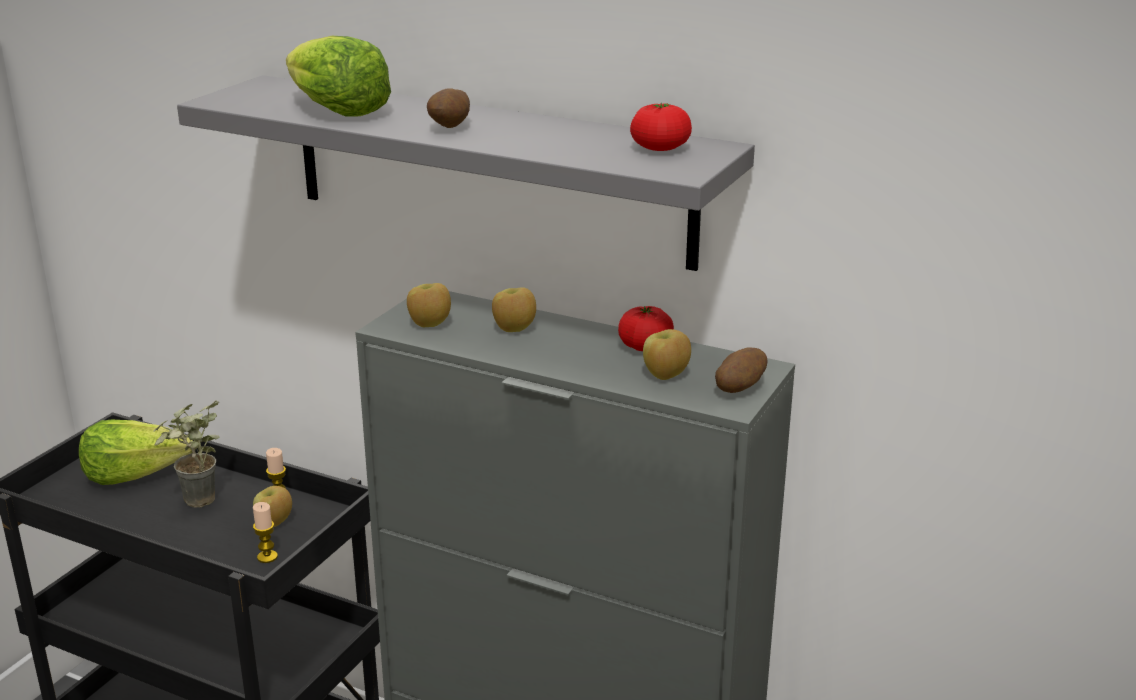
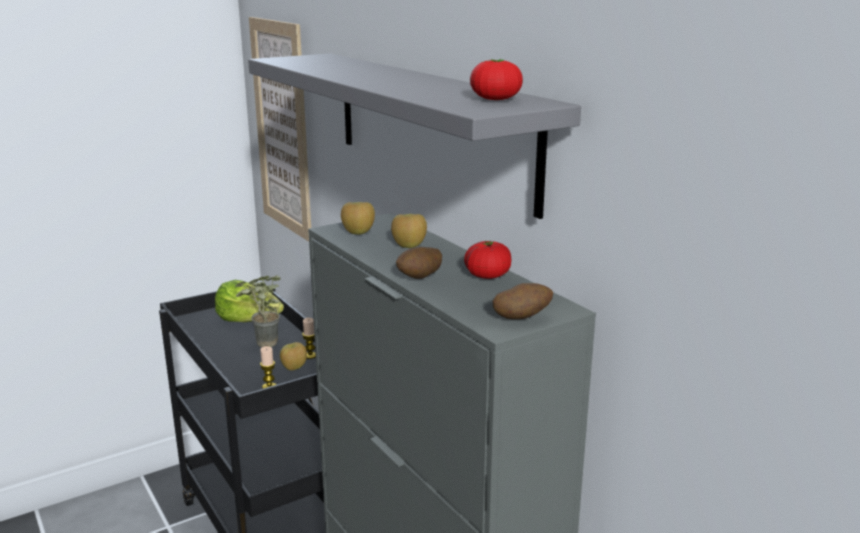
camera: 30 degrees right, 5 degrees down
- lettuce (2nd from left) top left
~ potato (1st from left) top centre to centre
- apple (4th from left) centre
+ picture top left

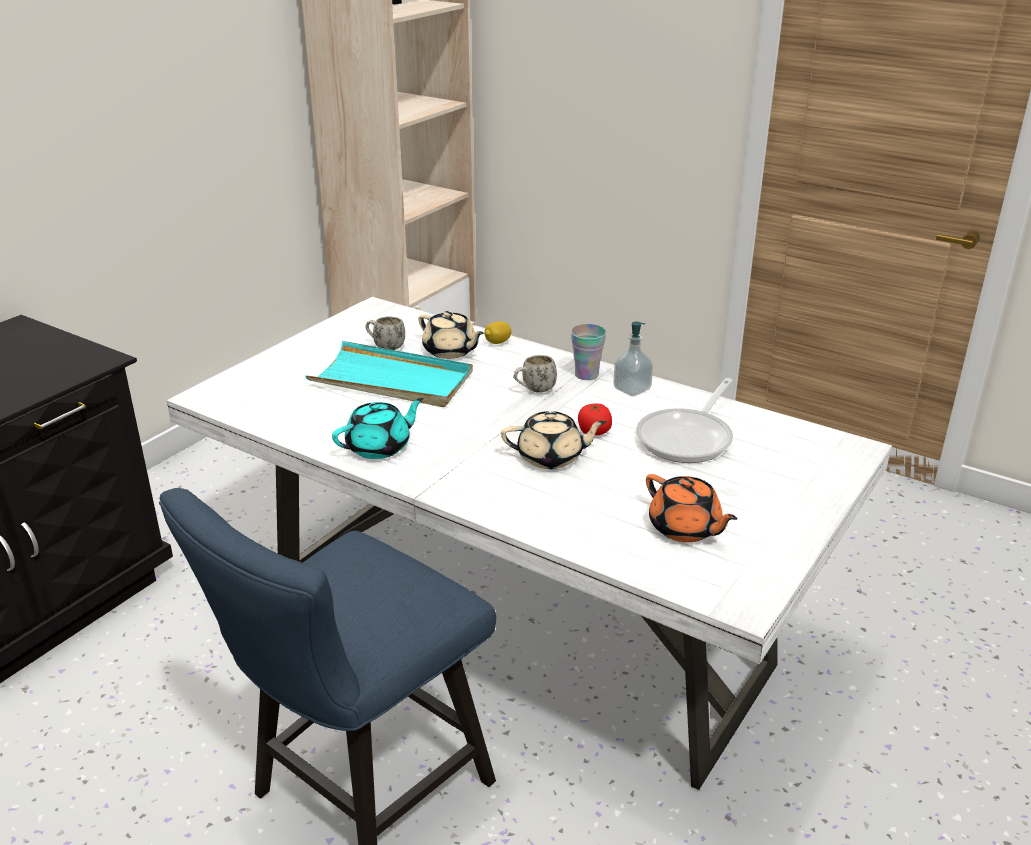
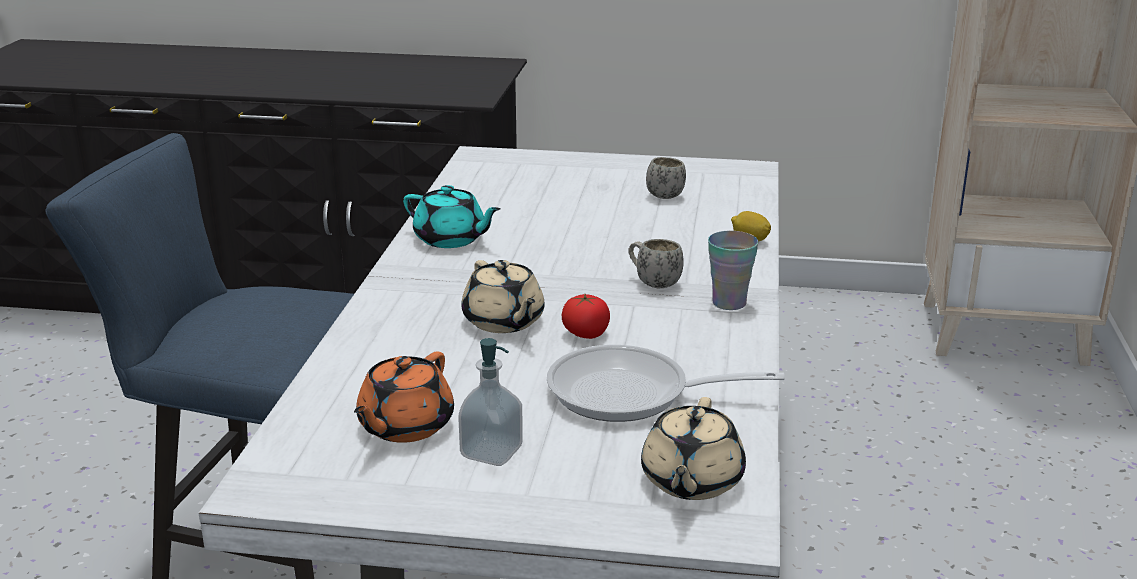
camera: 65 degrees right, 5 degrees down
- turquoise tray centre
~ beige teapot (1st from left in the first image) centre to beige teapot (2nd from left) bottom centre
~ soap dispenser centre to bottom centre

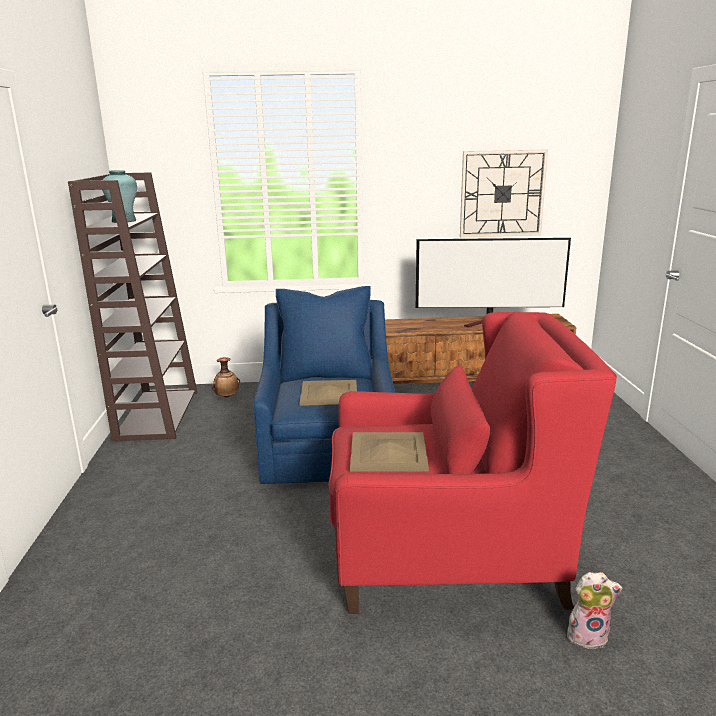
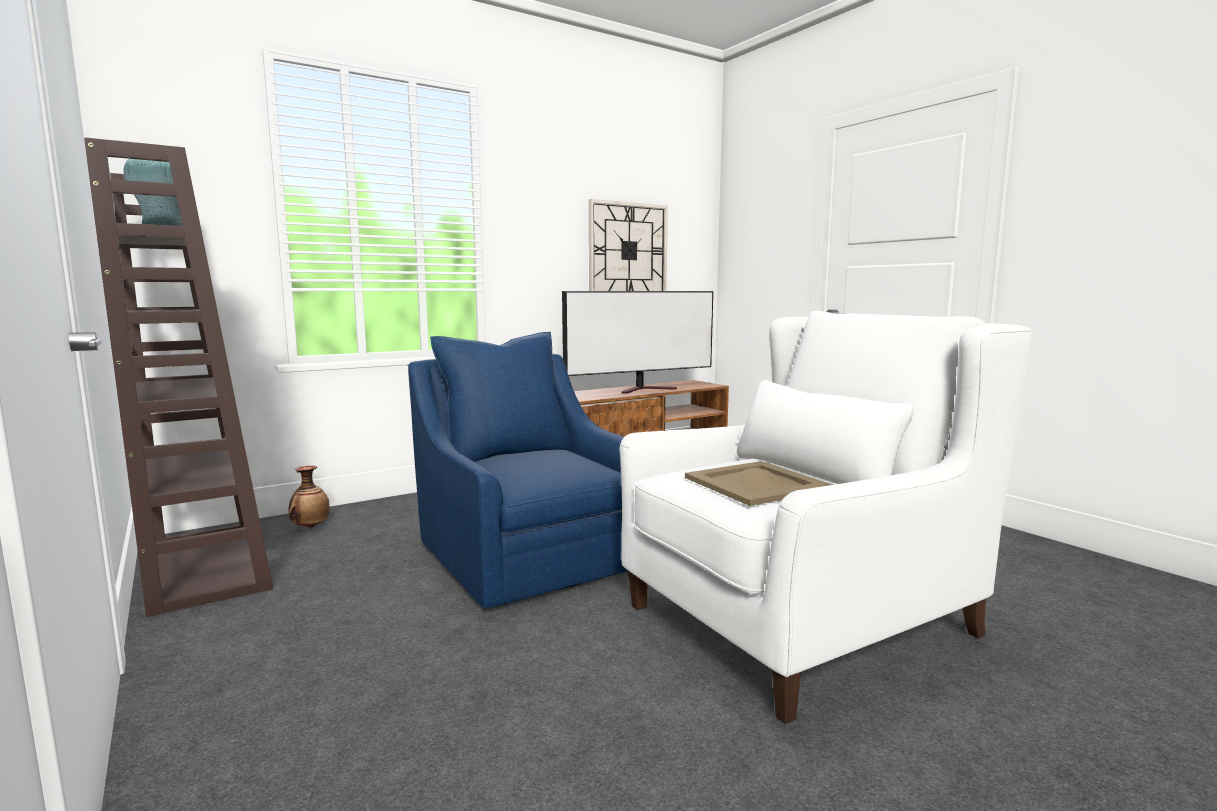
camera: 30 degrees left, 10 degrees down
- beige tray (1st from left) centre
~ red armchair centre to white armchair middle right
- plush toy bottom right

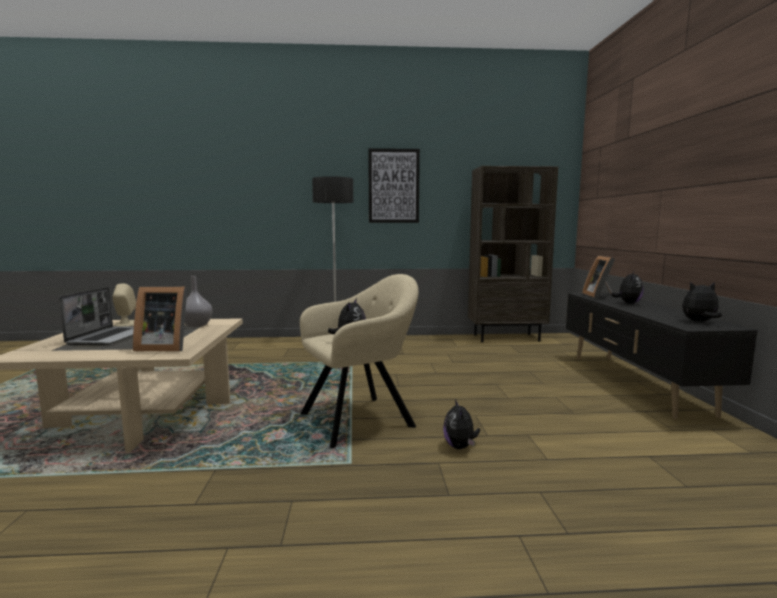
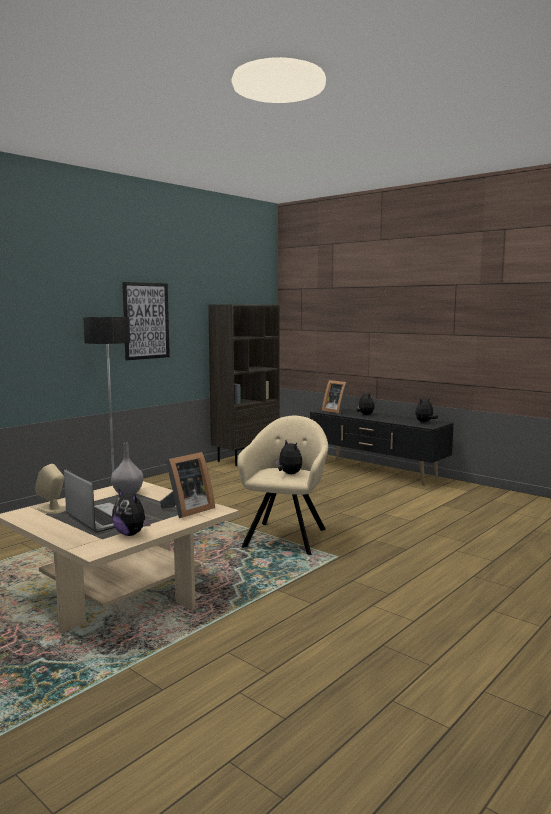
camera: 45 degrees left, 0 degrees up
~ plush toy (2nd from left in the first image) bottom centre to plush toy (1st from left) middle left

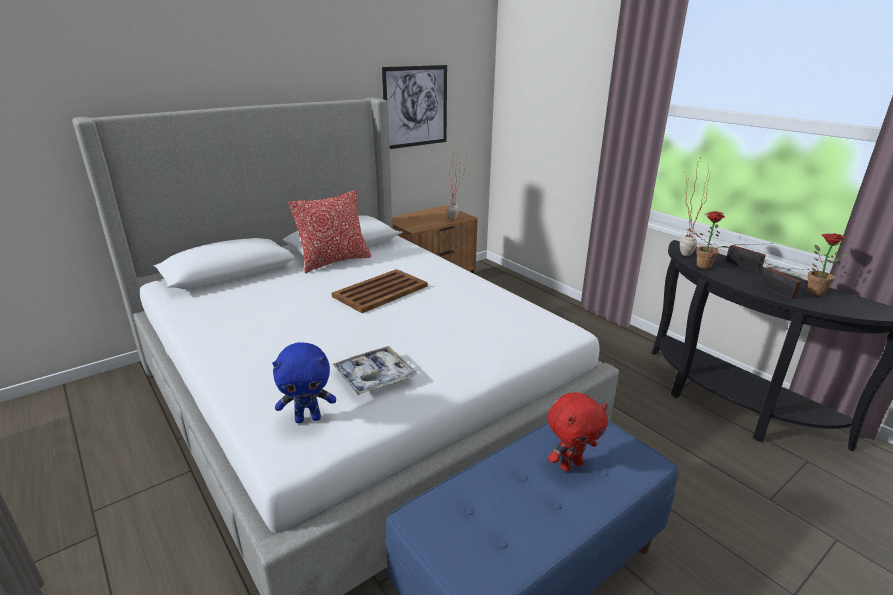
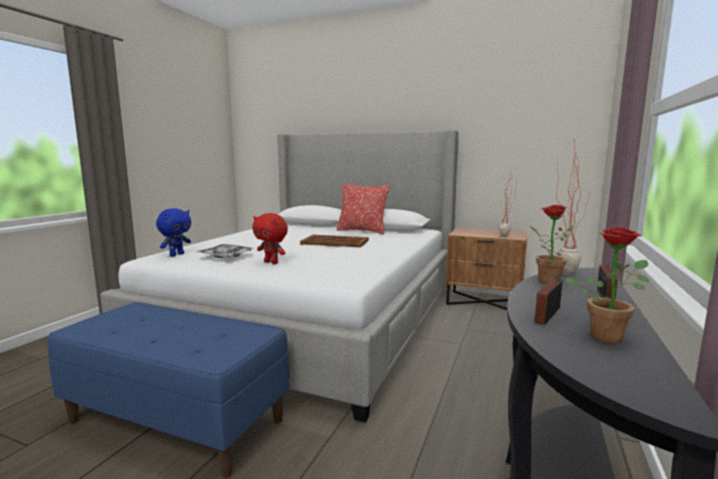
camera: 60 degrees right, 15 degrees down
~ blue plush toy centre = middle left 105 degrees counterclockwise
- picture top centre
~ red plush toy bottom centre to centre

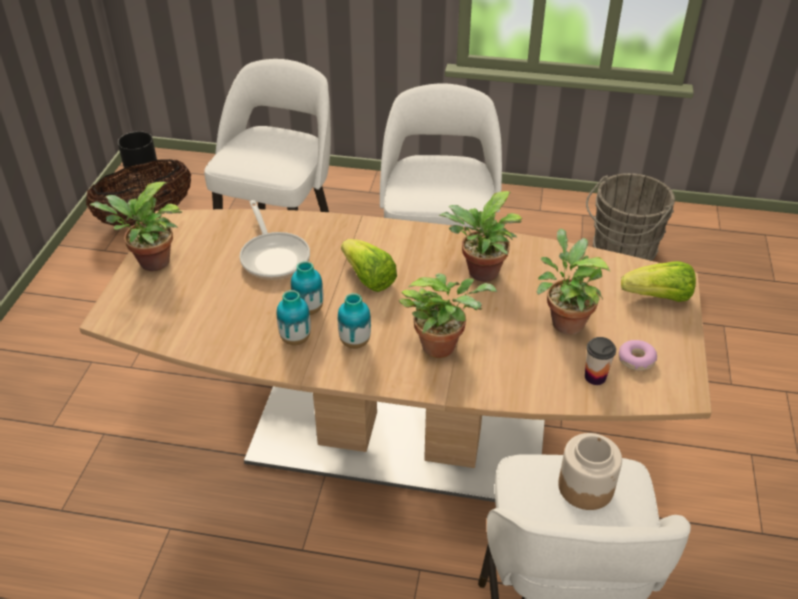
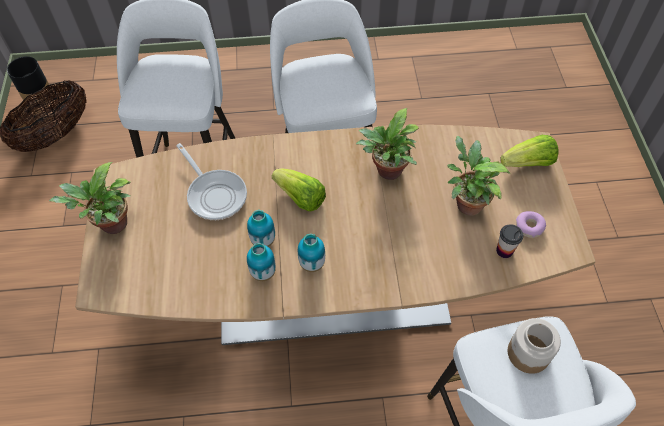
camera: 15 degrees left, 15 degrees up
- potted plant (2nd from left) centre
- grey bucket middle right

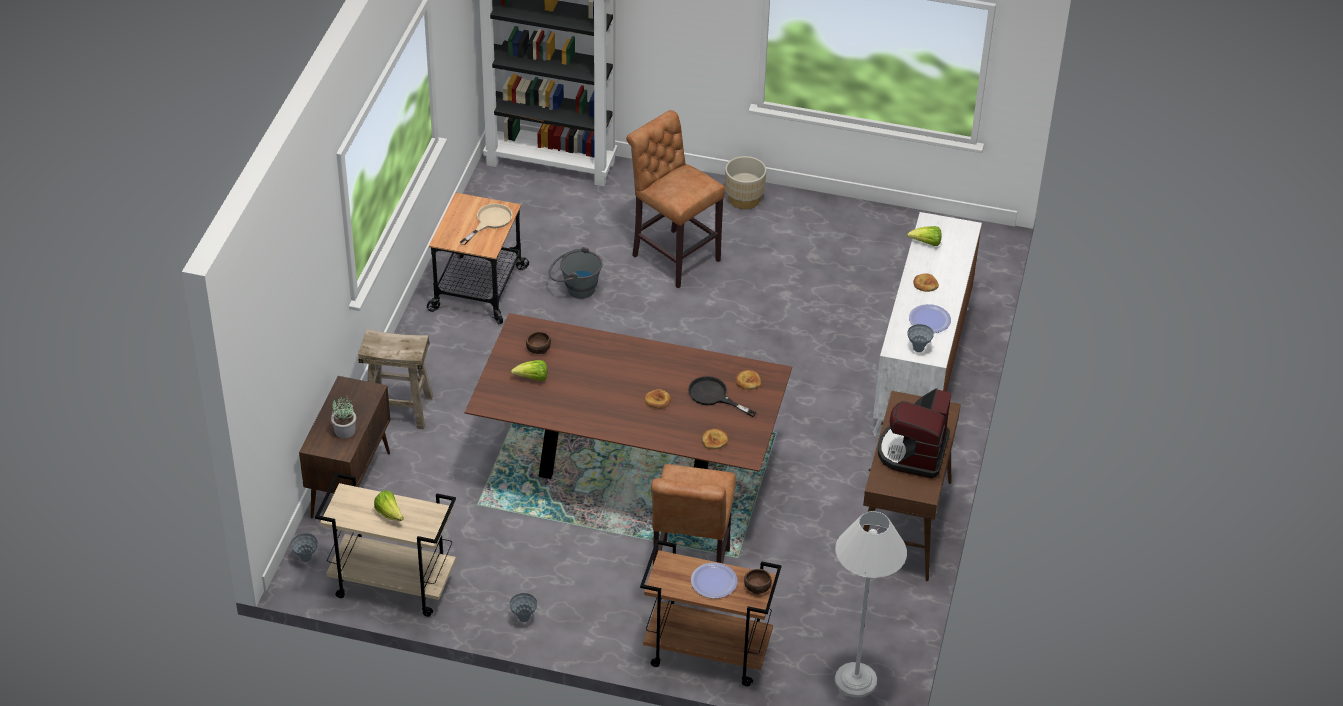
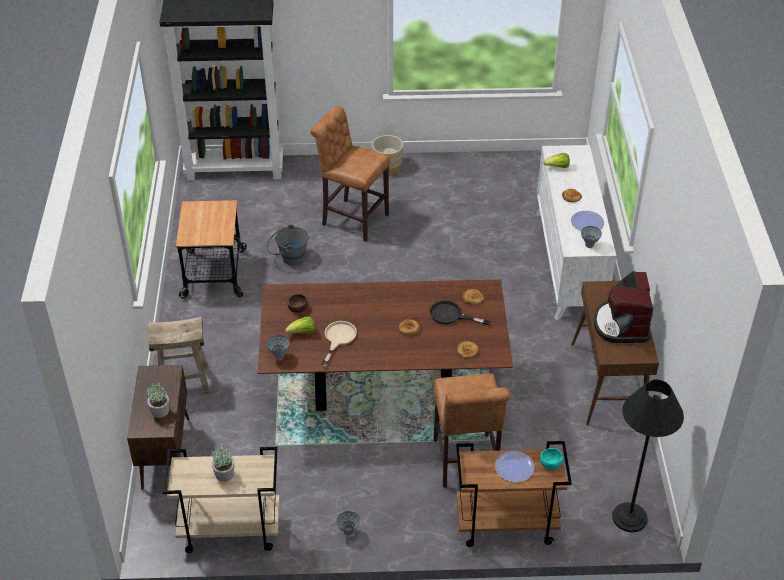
camera: 15 degrees left, 0 degrees up
~ grey vase (1st from left) bottom left to centre
~ lettuce (1st from left) bottom left to potted plant (2nd from left) bottom left
~ beige frying pan top centre to centre
~ brown bowl (2nd from left) bottom centre to turquoise bowl bottom right
~ white floor lamp bottom centre to black floor lamp bottom right

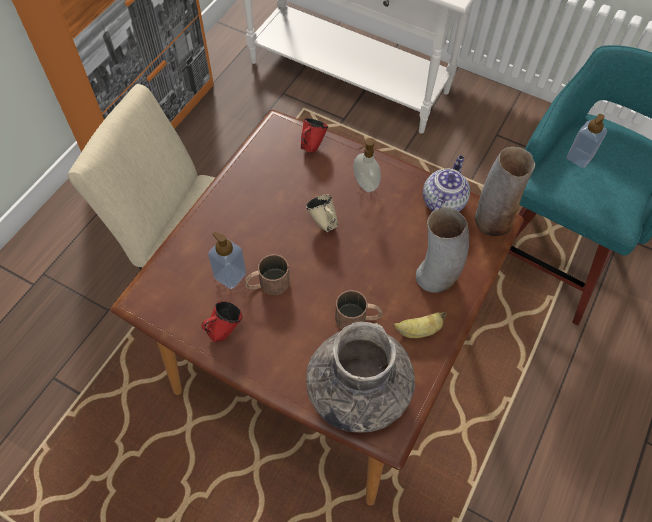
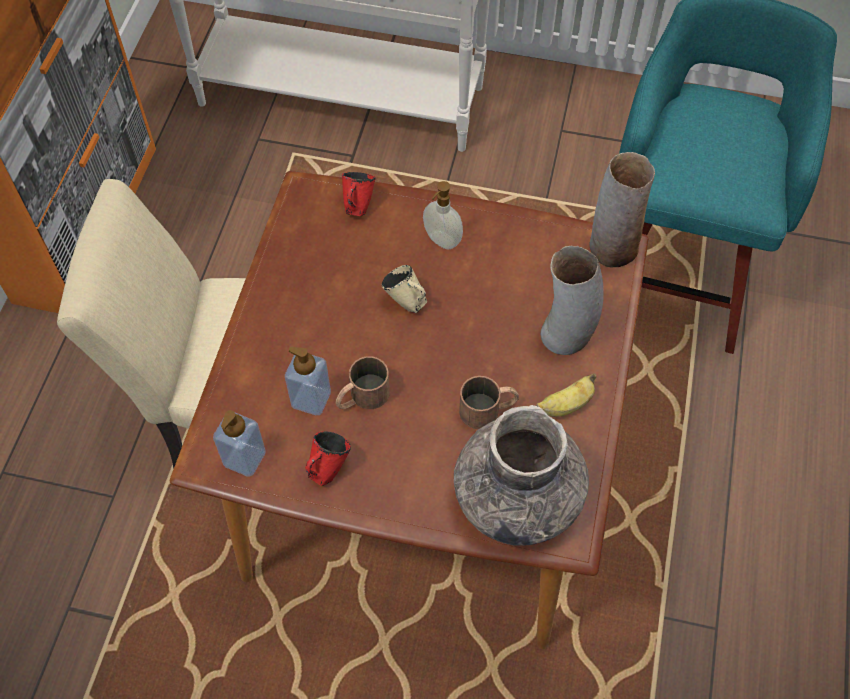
camera: 15 degrees left, 0 degrees up
- teapot middle right
~ soap dispenser (3rd from left in the first image) top right to soap dispenser (1st from left) middle left

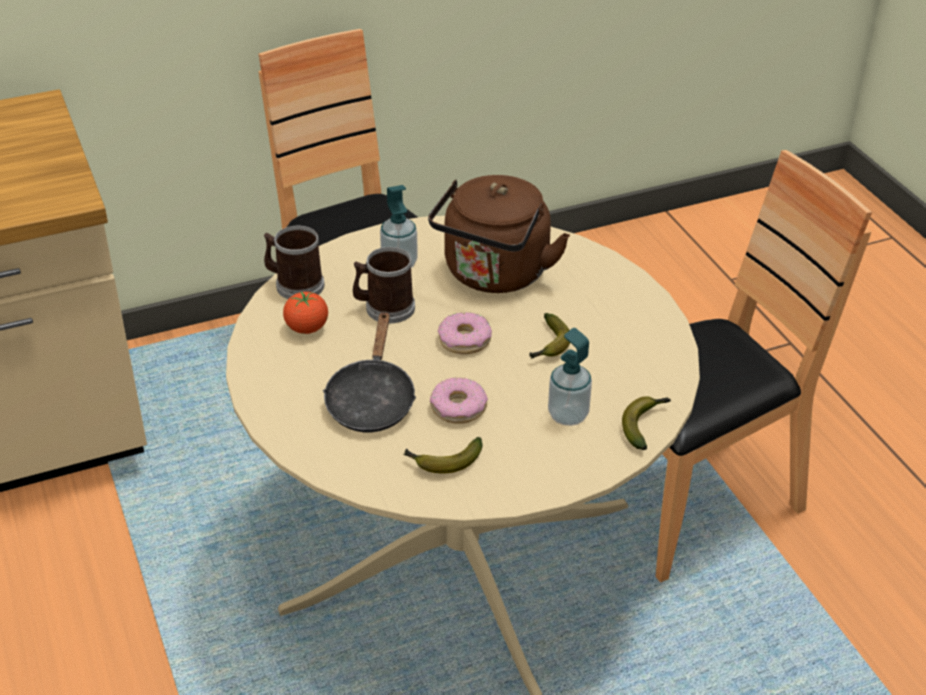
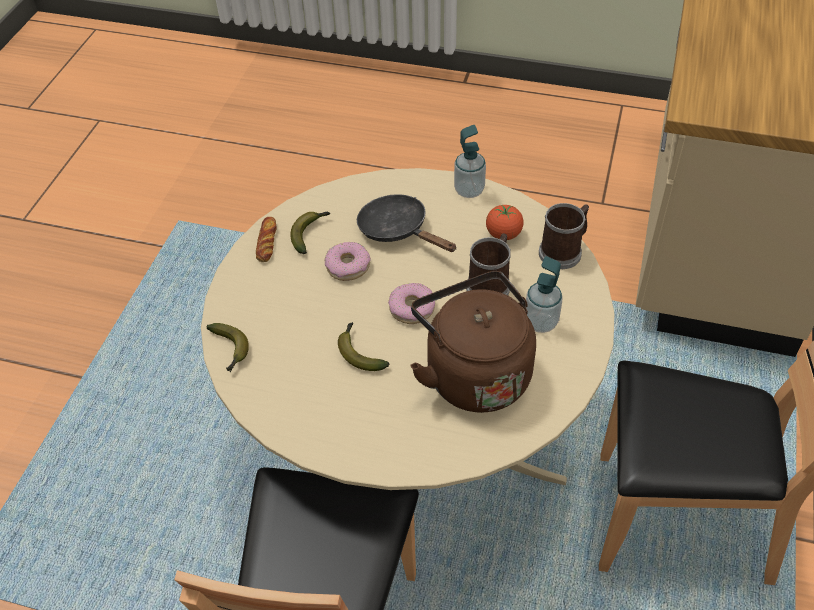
camera: 130 degrees right, 10 degrees up
~ soap dispenser (2nd from left in the first image) centre to soap dispenser (1st from left) top centre
+ bread middle left

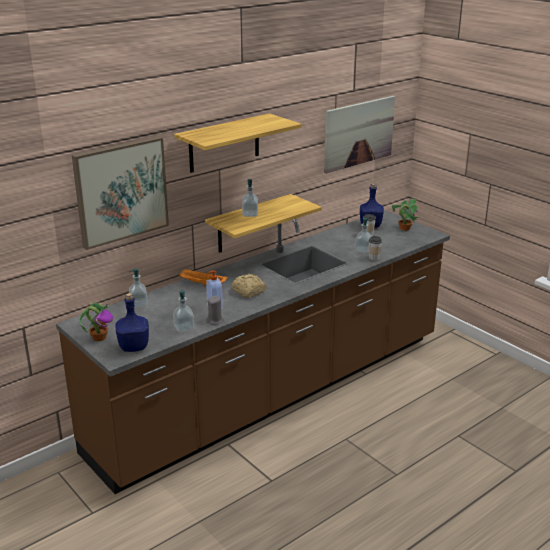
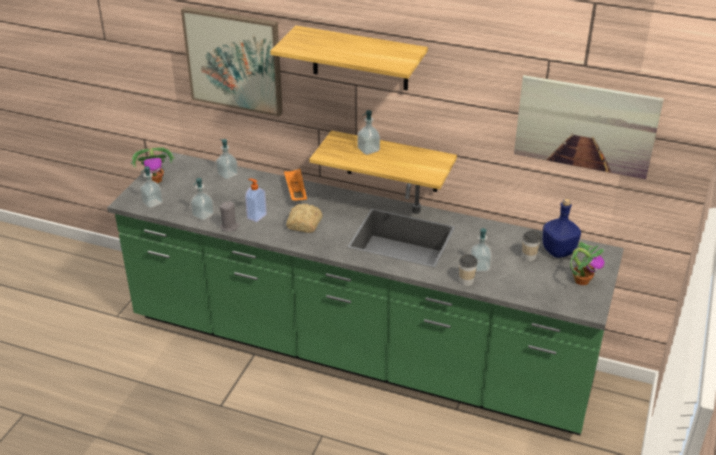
camera: 60 degrees right, 10 degrees up
~ brown counter centre to green counter centre
~ blue bottle (1st from left) middle left to soap dispenser (1st from left) middle left

